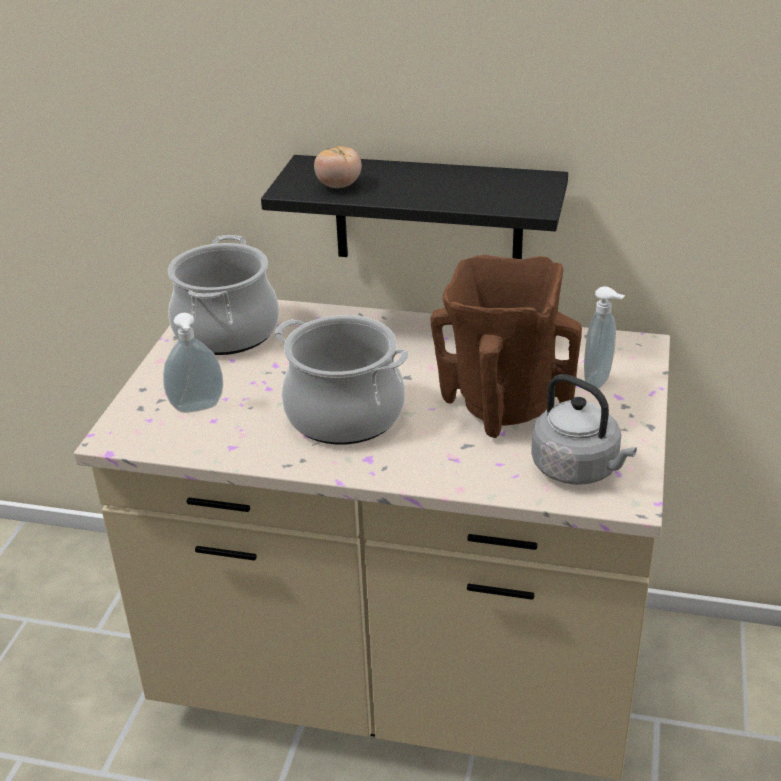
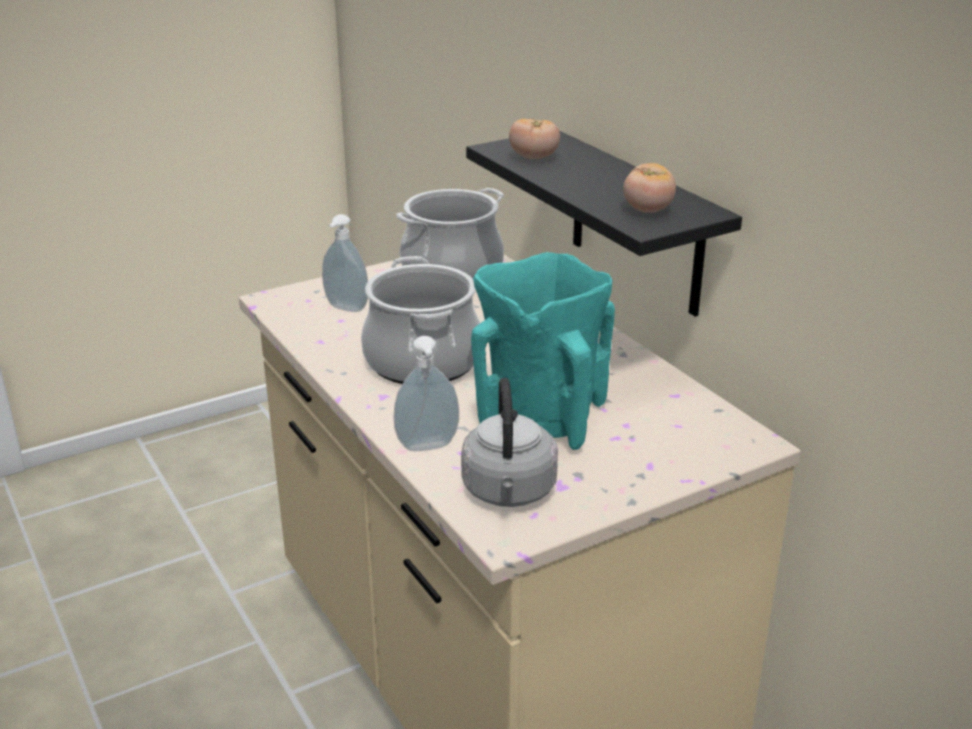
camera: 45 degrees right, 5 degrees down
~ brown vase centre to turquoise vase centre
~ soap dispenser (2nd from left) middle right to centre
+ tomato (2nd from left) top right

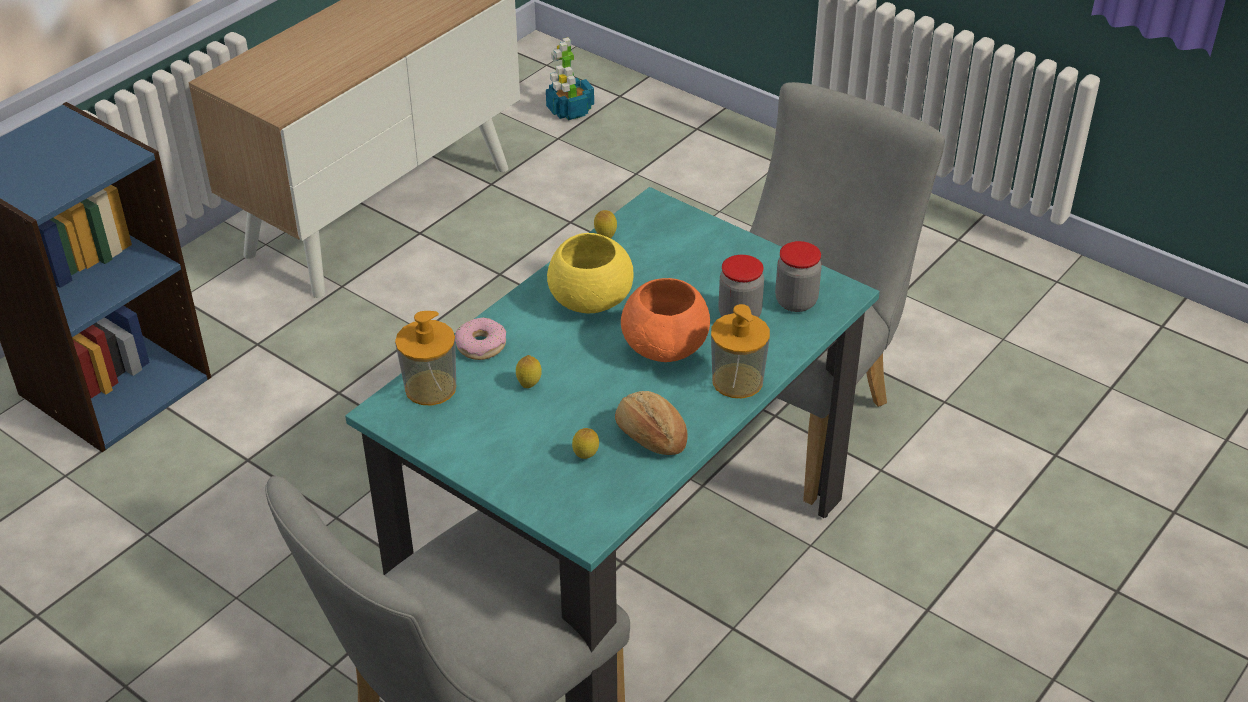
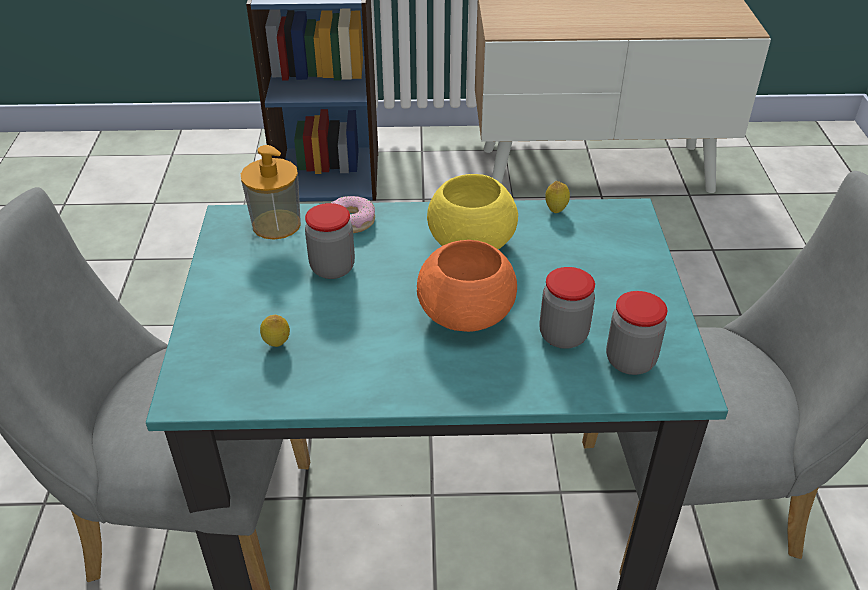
camera: 50 degrees right, 0 degrees up
~ lemon (1st from left) centre to jar (1st from left) centre
- potted plant top centre
- bread centre
- soap dispenser (2nd from left) centre

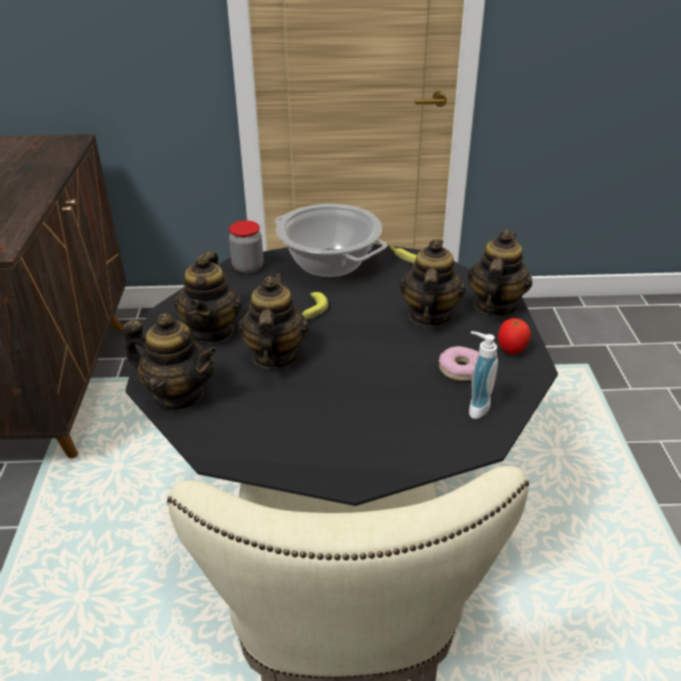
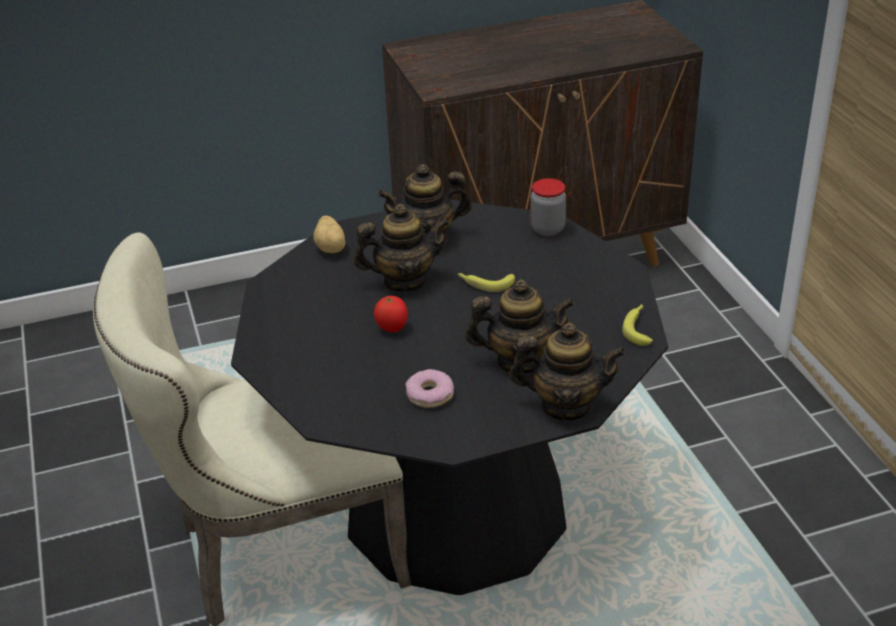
camera: 75 degrees right, 0 degrees up
~ teapot (1st from left) middle left to potato centre
- cooking pot centre
- soap dispenser middle right
~ tomato middle right to centre

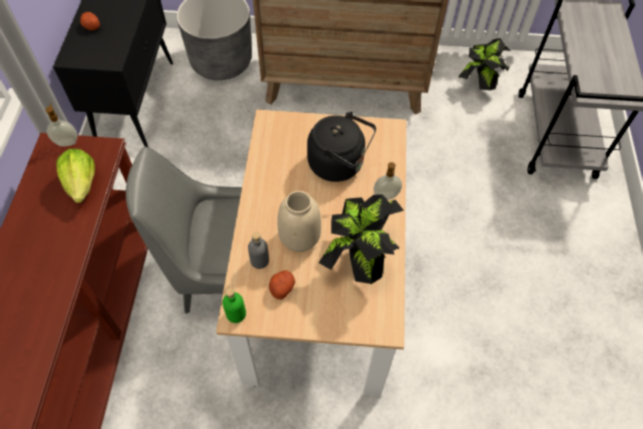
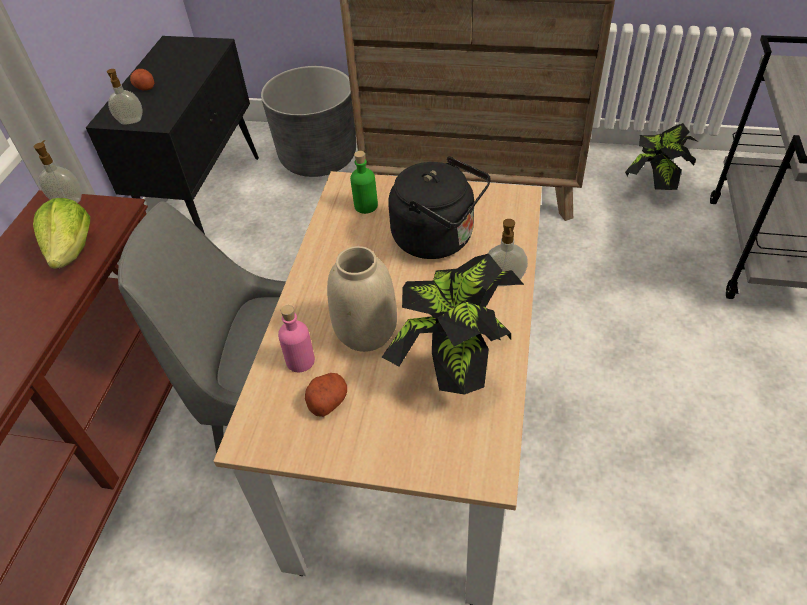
camera: 10 degrees right, 10 degrees down
~ green bottle bottom centre to top centre
~ grey bottle centre to pink bottle centre
+ soap dispenser (2nd from left) top left

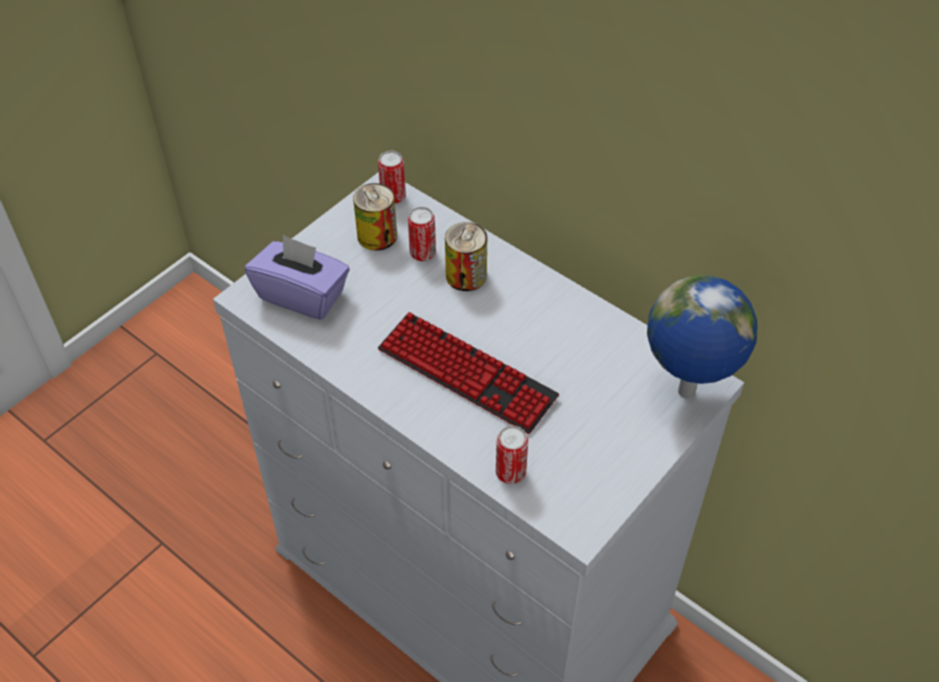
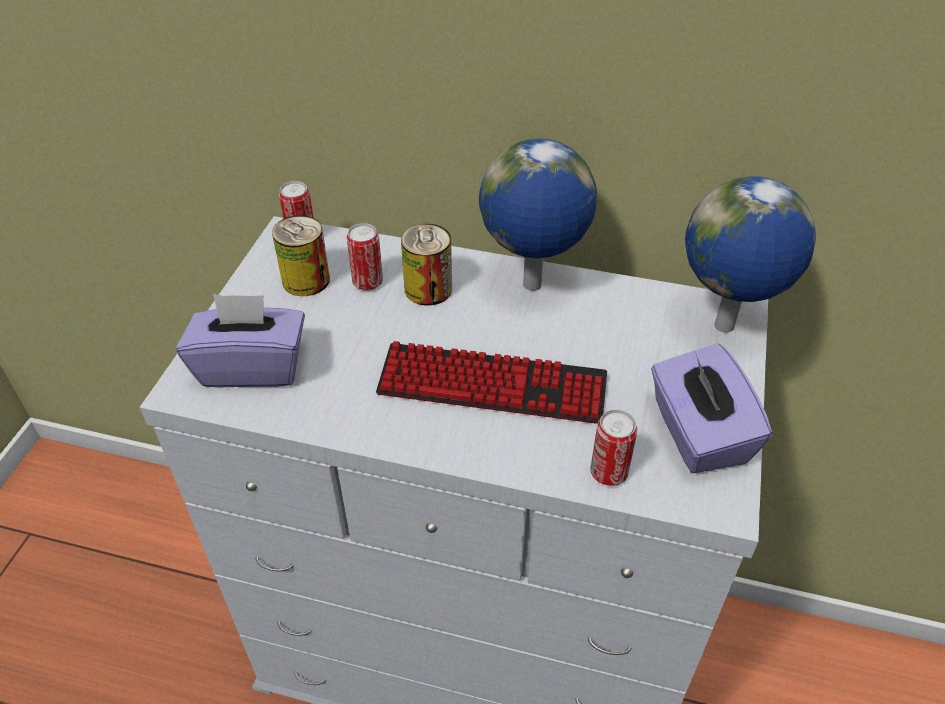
camera: 25 degrees left, 5 degrees down
+ globe (1st from left) top centre
+ purple tissue box (2nd from left) middle right

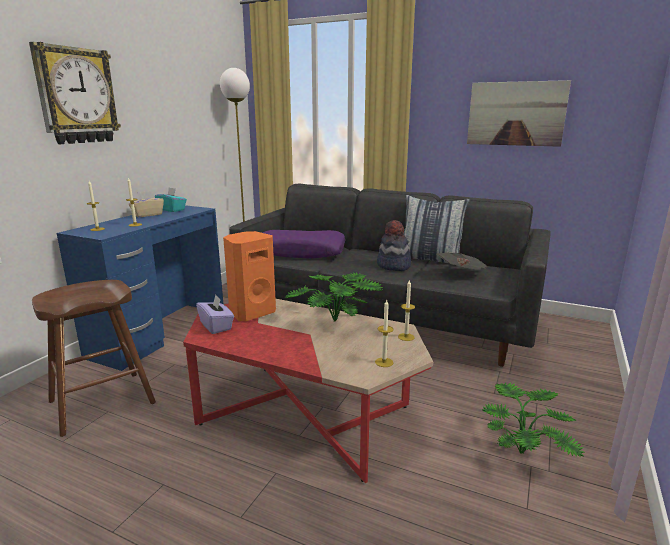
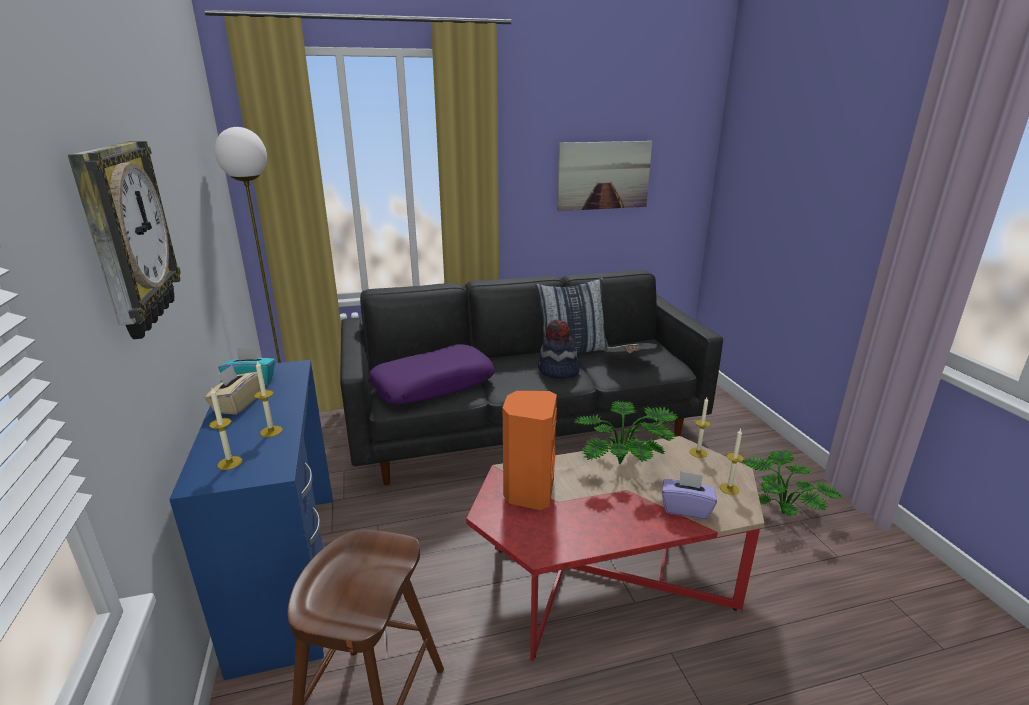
camera: 40 degrees left, 5 degrees up
~ purple tissue box middle left to bottom right

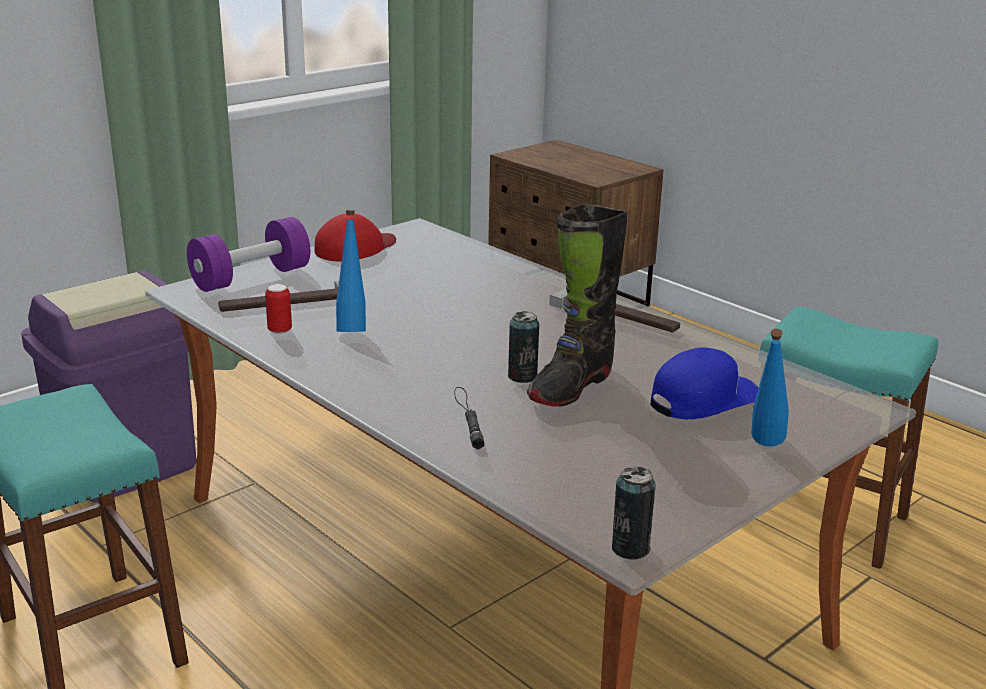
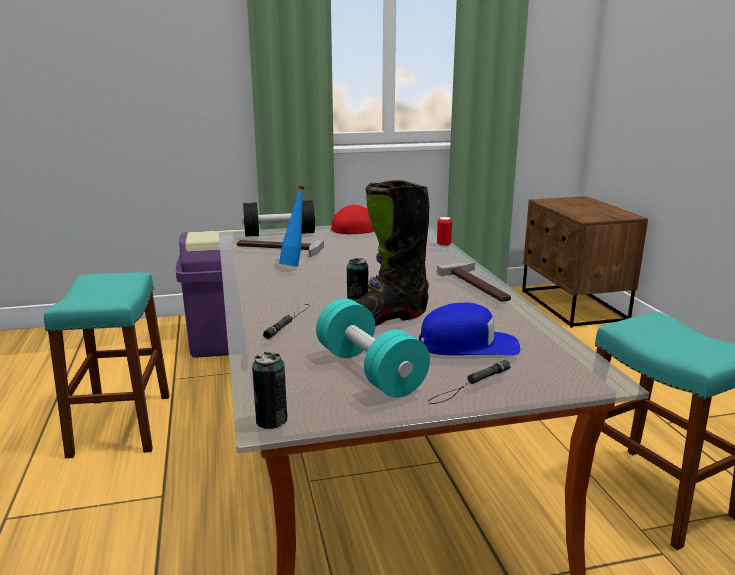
camera: 30 degrees right, 5 degrees down
~ purple dumbbell middle left to black dumbbell centre
~ can (1st from left in the first image) middle left to can (3rd from left) centre
~ blue bottle (2nd from left) middle right to black flashlight (2nd from left) centre
+ turquoise dumbbell centre

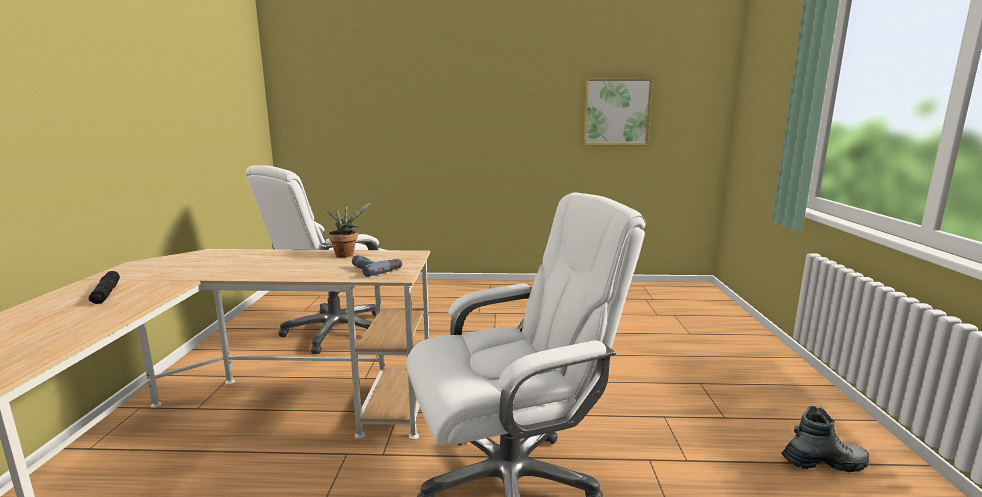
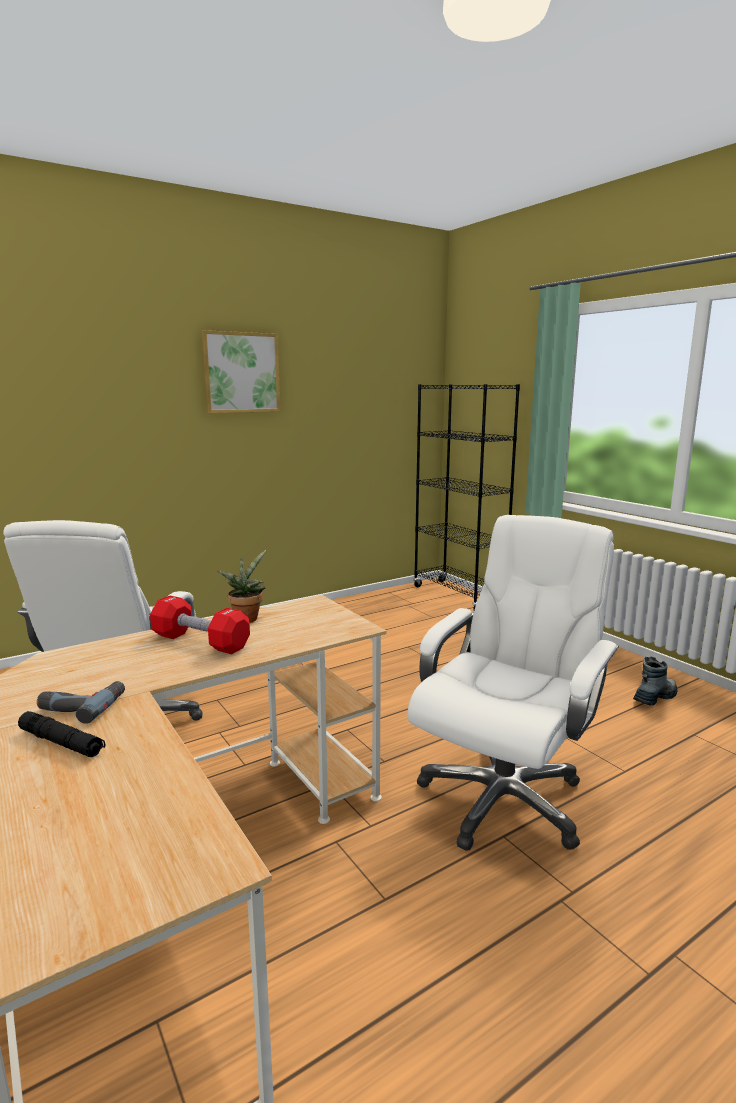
camera: 35 degrees left, 0 degrees up
~ power drill centre to middle left
~ picture top centre to middle left
+ red dumbbell middle left
+ black bookcase centre

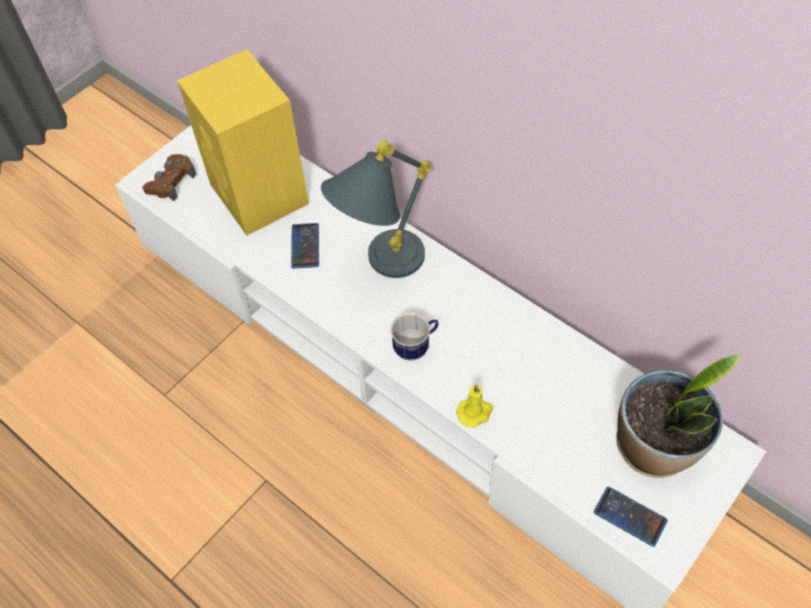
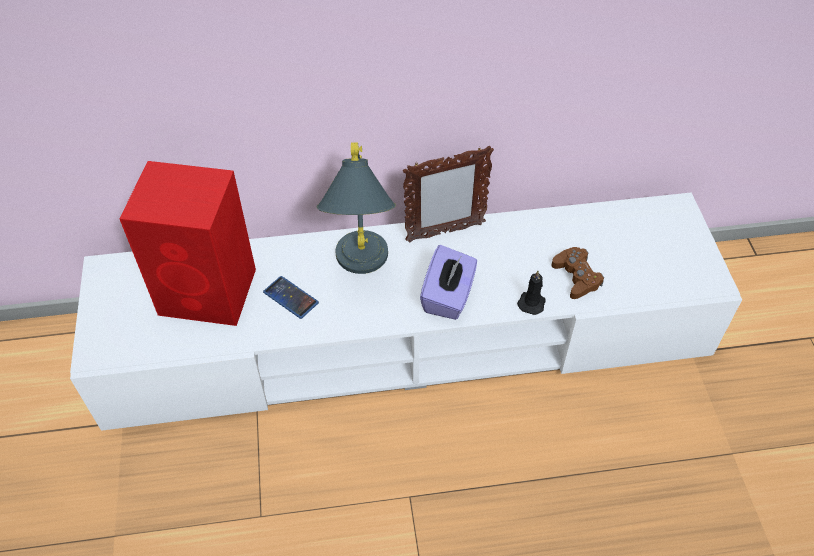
camera: 50 degrees left, 5 degrees down
~ brown game controller top left to middle right
~ yellow speaker top left to red speaker middle left
~ mug centre to purple tissue box centre
~ yellow candle bottom centre to black candle centre
- phone (2nd from left) bottom right
- potted plant bottom right
+ picture frame centre

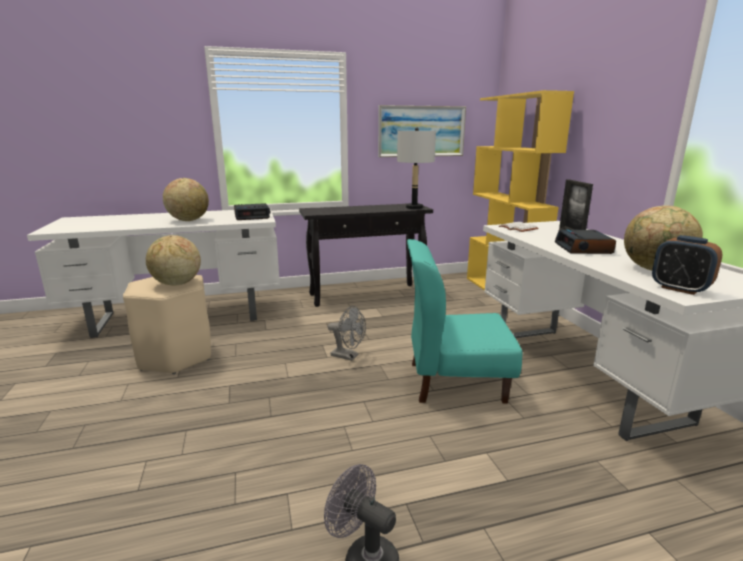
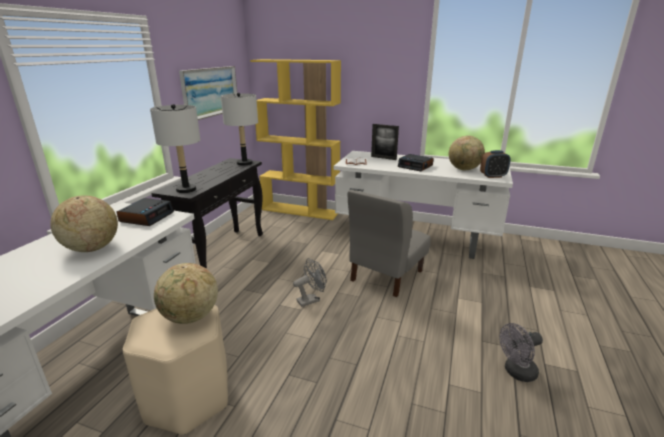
camera: 55 degrees left, 5 degrees up
~ turquoise chair centre to grey chair centre
+ grey table lamp (1st from left) middle left

